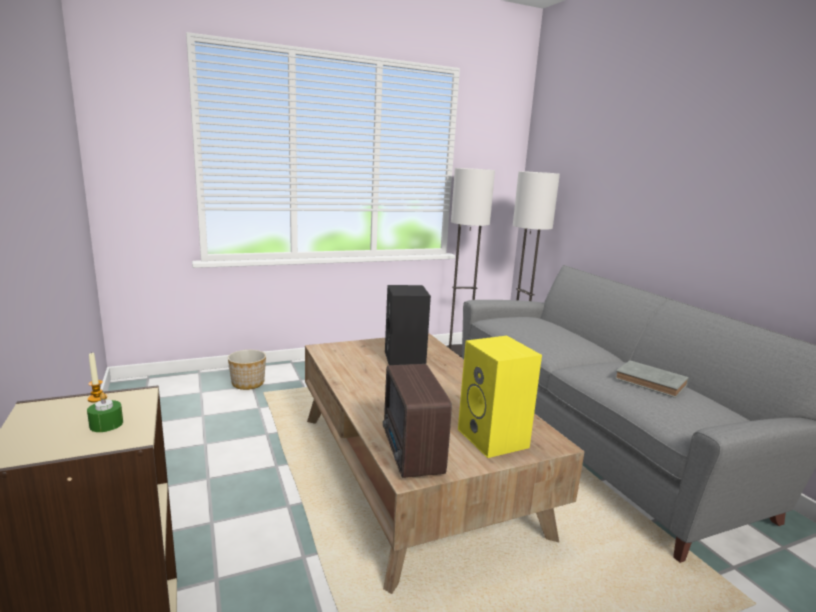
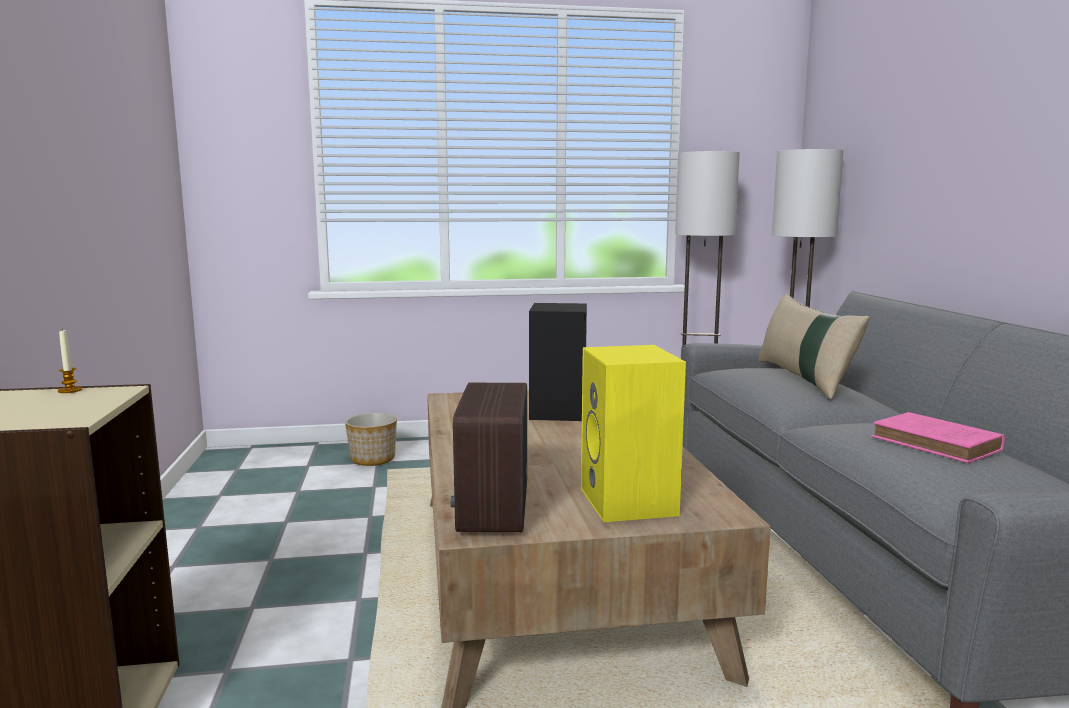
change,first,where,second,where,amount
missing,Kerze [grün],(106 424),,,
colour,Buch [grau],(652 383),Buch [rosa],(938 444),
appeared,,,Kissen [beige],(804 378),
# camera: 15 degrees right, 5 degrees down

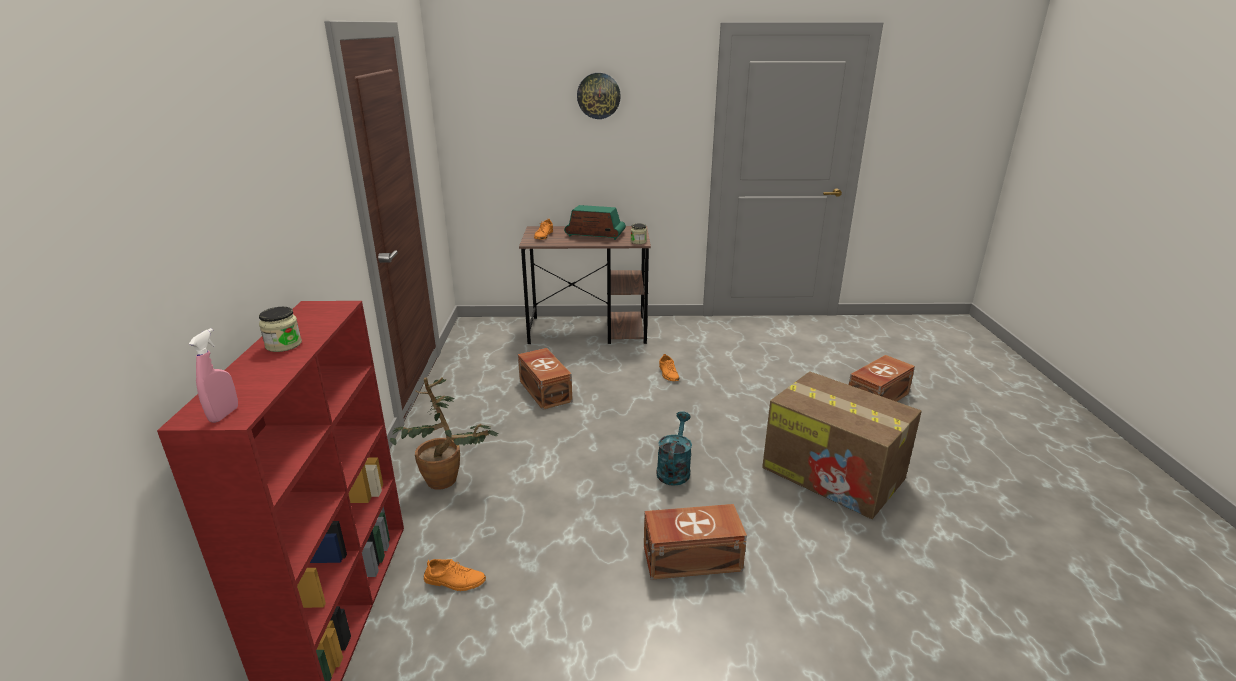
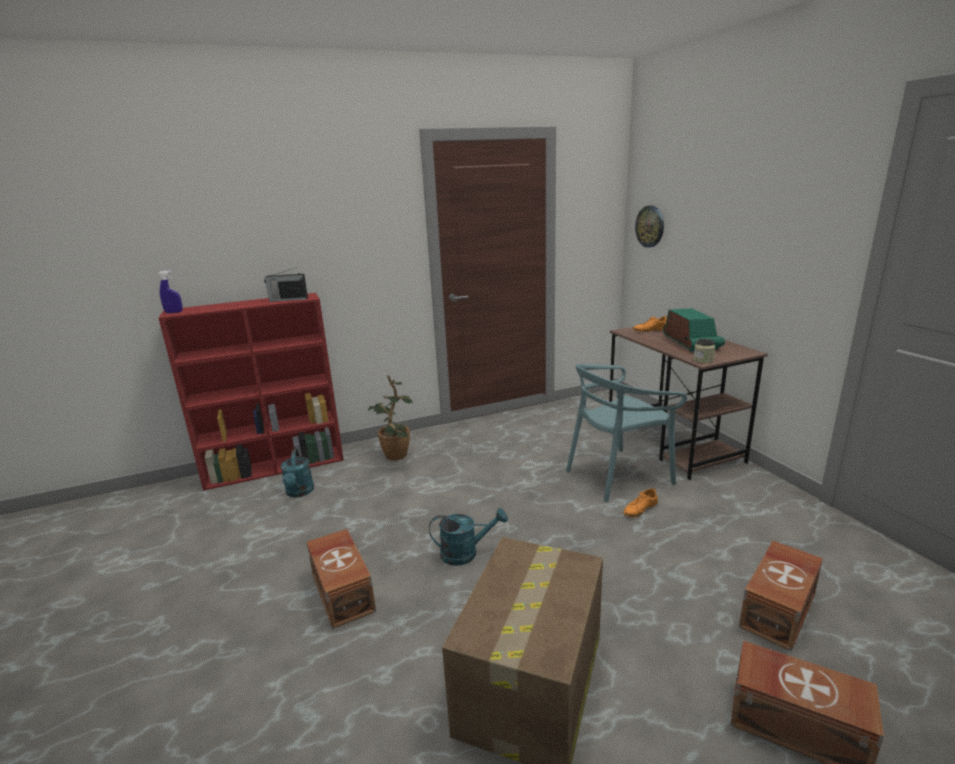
change,first,where,second,where,amount
colour,Sprühflasche [rosa],(224 414),Sprühflasche [blau],(174 312),
missing,Vorratsglas,(283 345),,,
exchanged,Schuh [orange],(454 581),Gießkanne [türkis],(299 492),
relocated,Aufbewahrungsbox [braun],(545 390),,(779 610),
relocated,Wanduhr,(598 96),,(650 226),
appeared,,,Radio,(288 300),
appeared,,,Stuhl [türkis],(618 475),
# camera: 70 degrees right, 5 degrees down

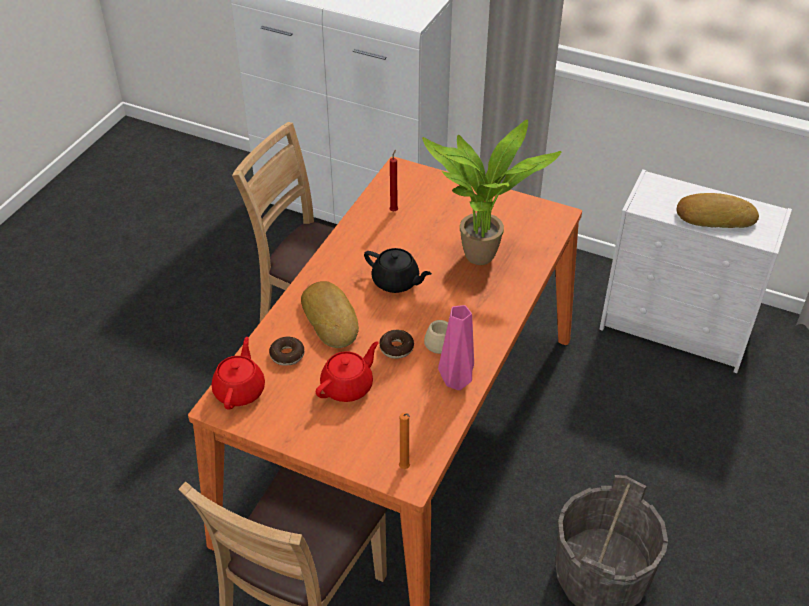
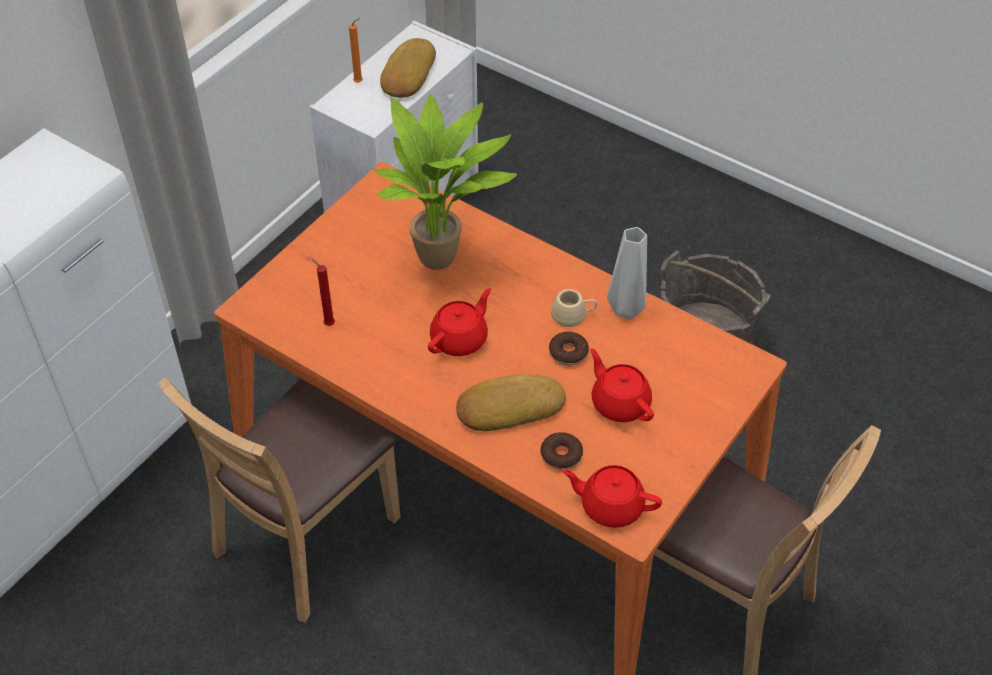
change,first,where,second,where,amount
colour,Teekanne [schwarz],(396 282),Teekanne [rot],(460 339),
relocated,Kerze [orange],(405 468),,(359 82),
colour,Vase [rosa],(458 382),Vase [grau],(627 309),
# camera: 80 degrees left, 5 degrees up

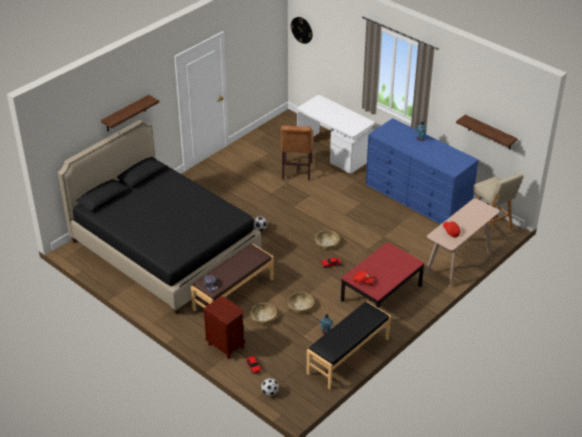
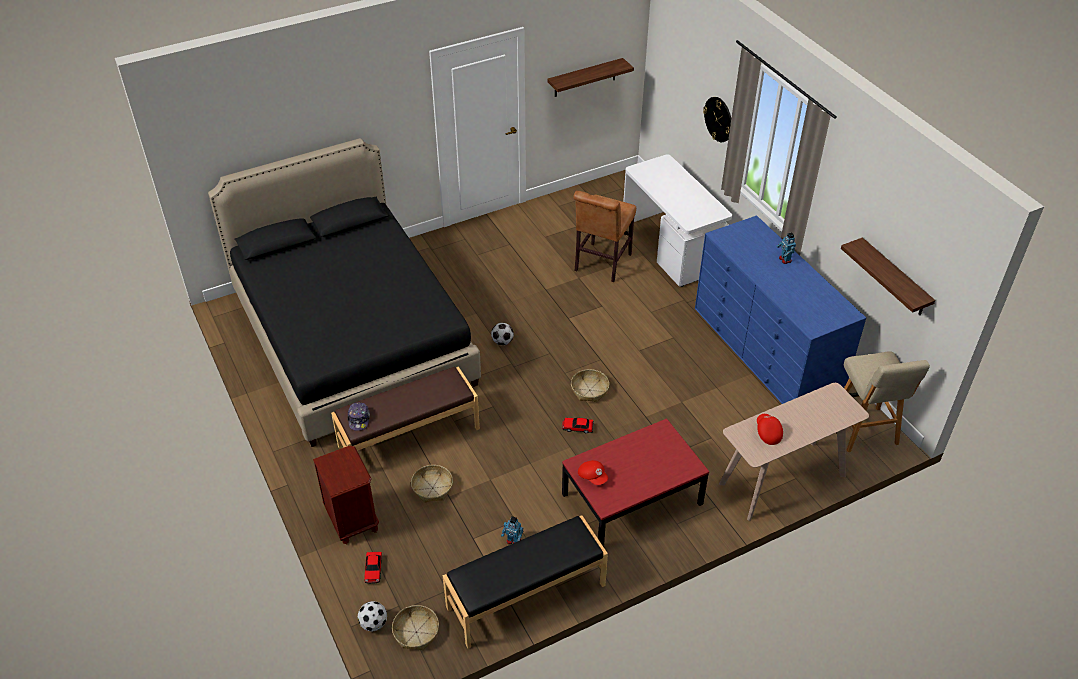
change,first,where,second,where,amount
relocated,Wandregal,(125 114),,(585 78),
relocated,Korb,(300 306),,(416 632),
relocated,Wanduhr,(302 30),,(718 119),
# camera: 20 degrees right, 5 degrees up

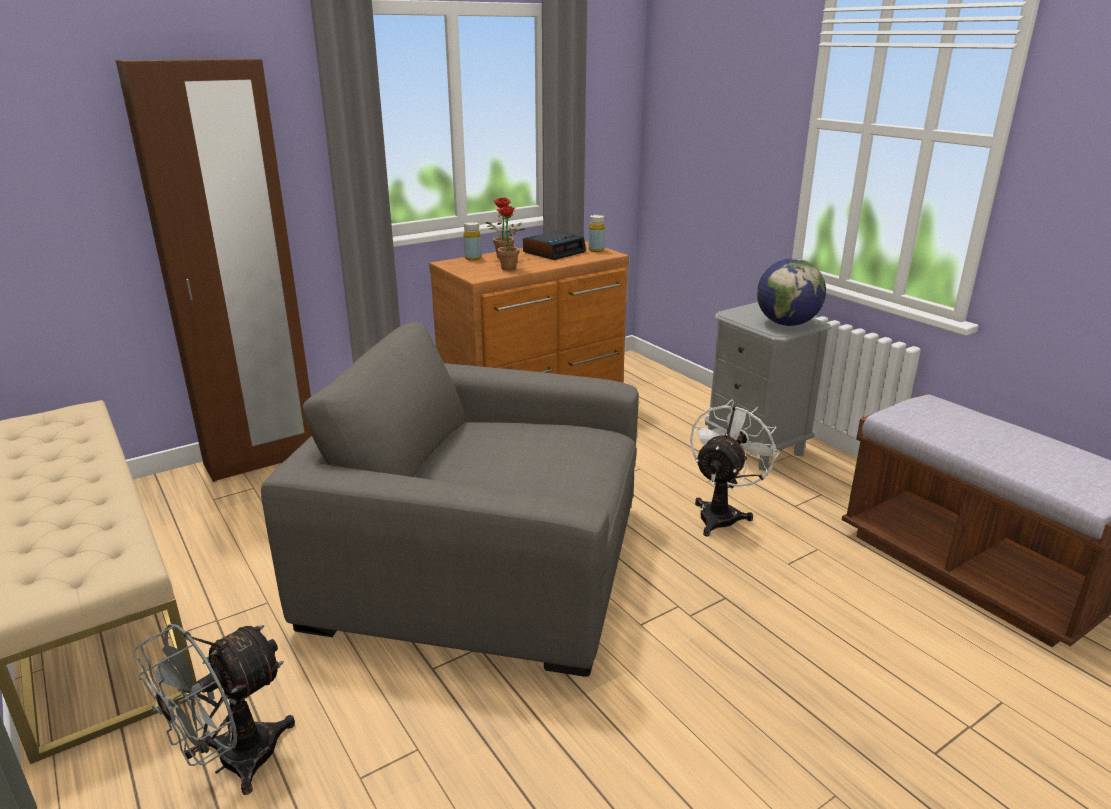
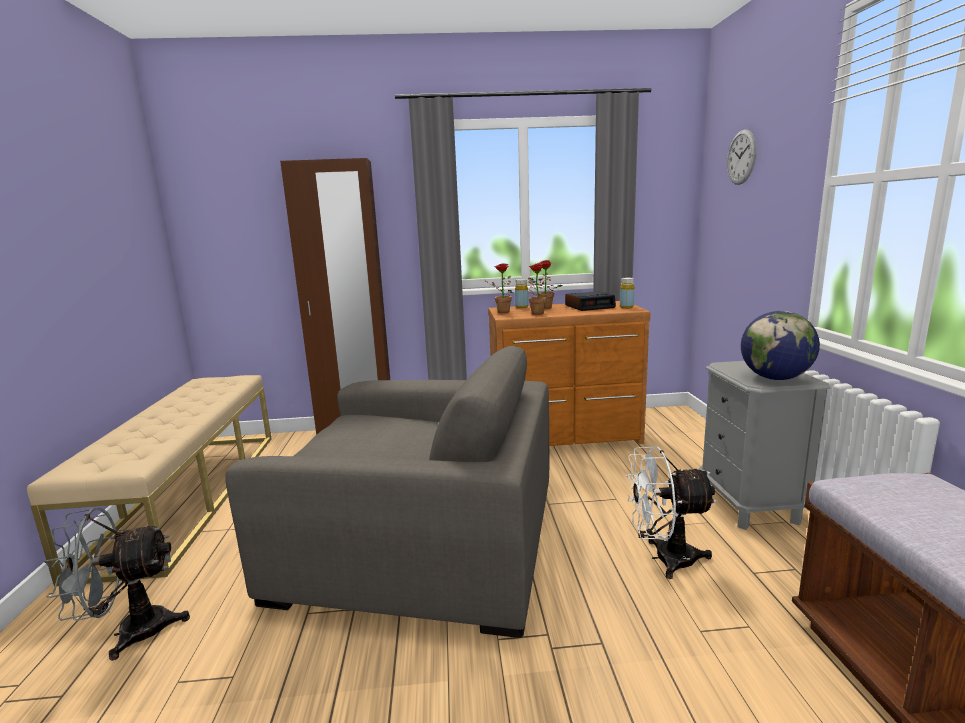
change,first,where,second,where,amount
spun,Sessel [grau],(482 563),,(420 541),150 degrees clockwise
spun,Ventilator [weiß],(722 513),,(664 558),150 degrees counterclockwise
appeared,,,Topfpflanze,(500 312),
appeared,,,Wanduhr,(741 157),
# camera: 30 degrees right, 10 degrees down

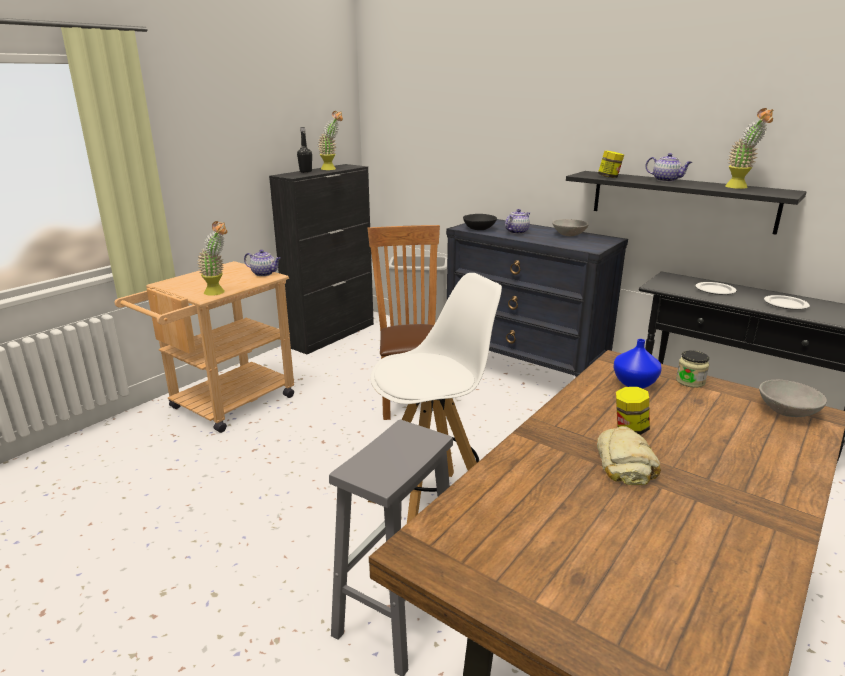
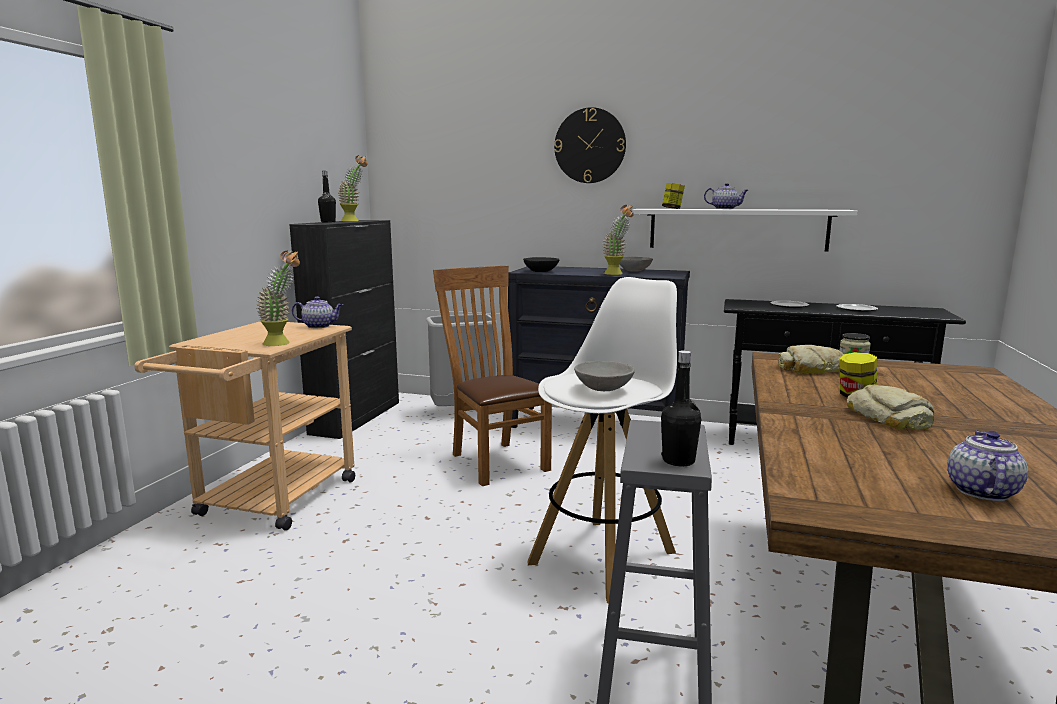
change,first,where,second,where,amount
relocated,Teekanne,(517 232),,(981 491),
colour,Wandregal [schwarz],(681 201),Wandregal [weiß],(737 229),
exchanged,Vase [blau],(635 383),Brot,(811 369),
relocated,Topfpflanze,(740 187),,(617 274),
relocated,Schüssel [grau],(787 411),,(603 388),
appeared,,,Wanduhr,(590 146),
appeared,,,Flasche [schwarz],(678 461),
# camera: 20 degrees left, 10 degrees down

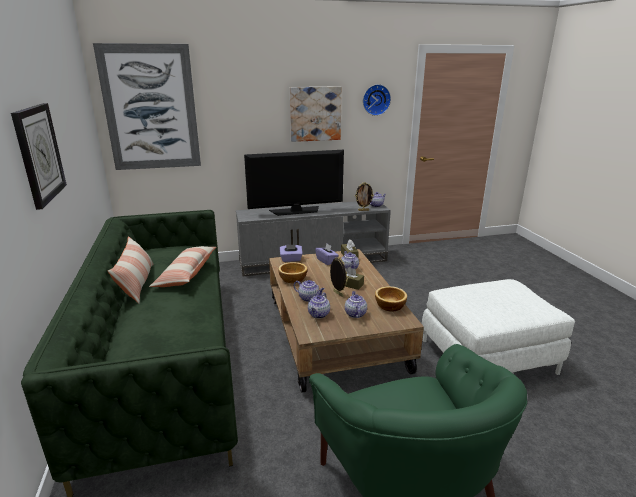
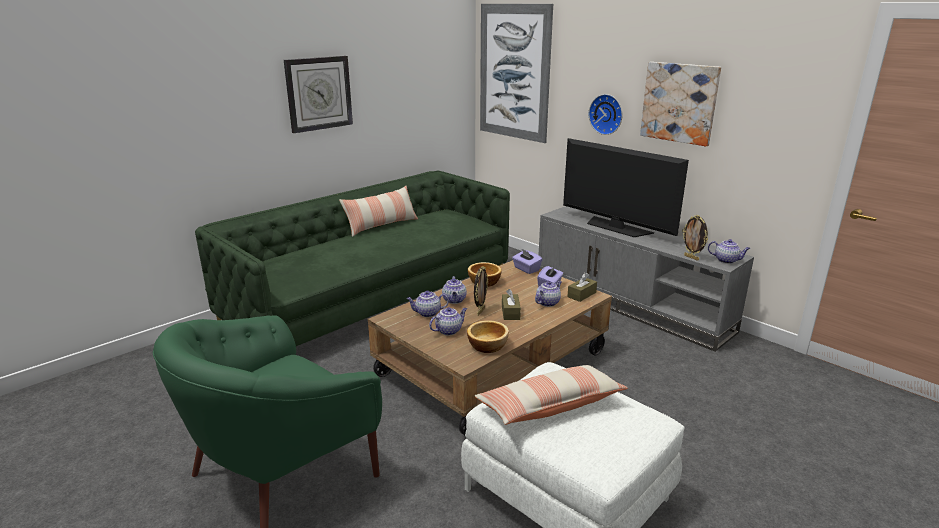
change,first,where,second,where,amount
relocated,Kissen,(186 274),,(549 406),
relocated,Wanduhr,(376 99),,(607 114),
# camera: 60 degrees right, 0 degrees up

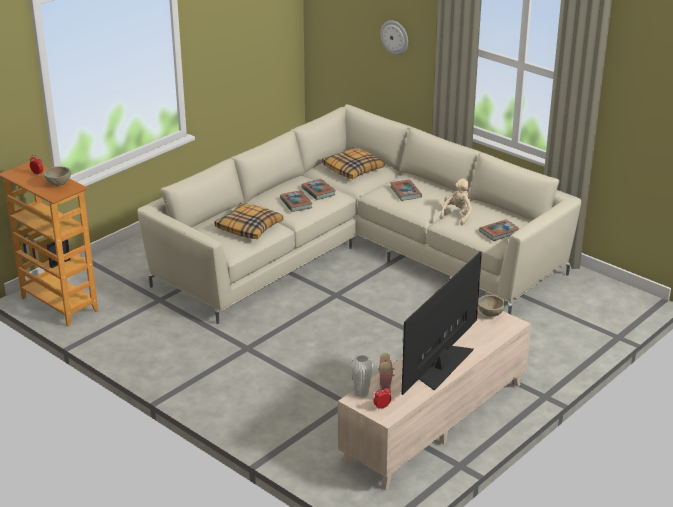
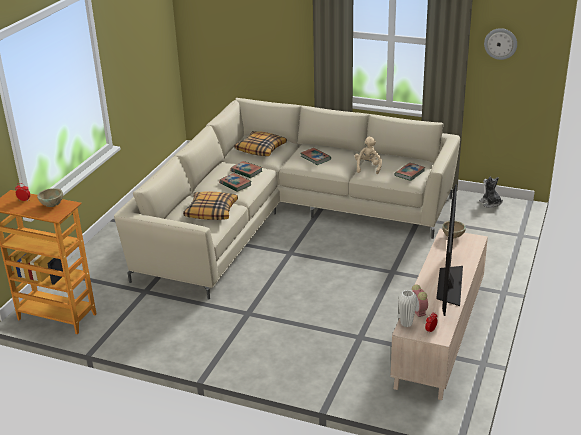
change,first,where,second,where,amount
relocated,Wanduhr,(395 37),,(500 43),
appeared,,,Plüschtier,(490 203),
# camera: 20 degrees left, 0 degrees up

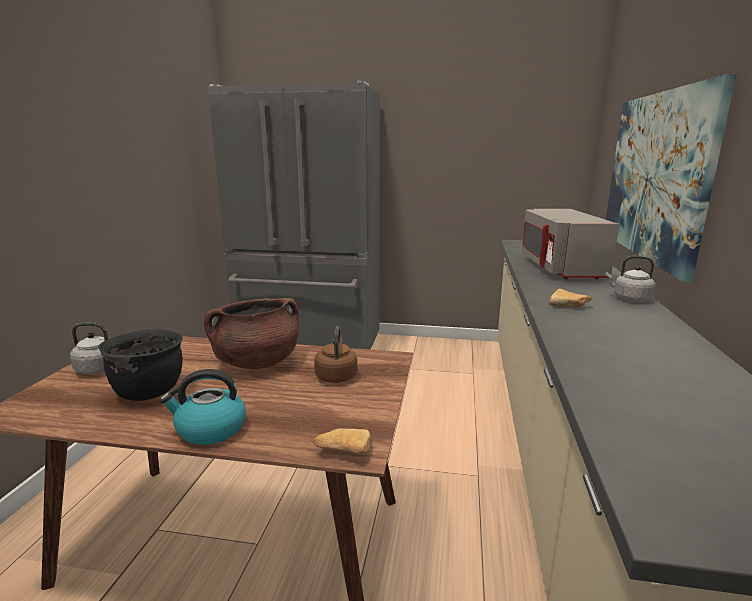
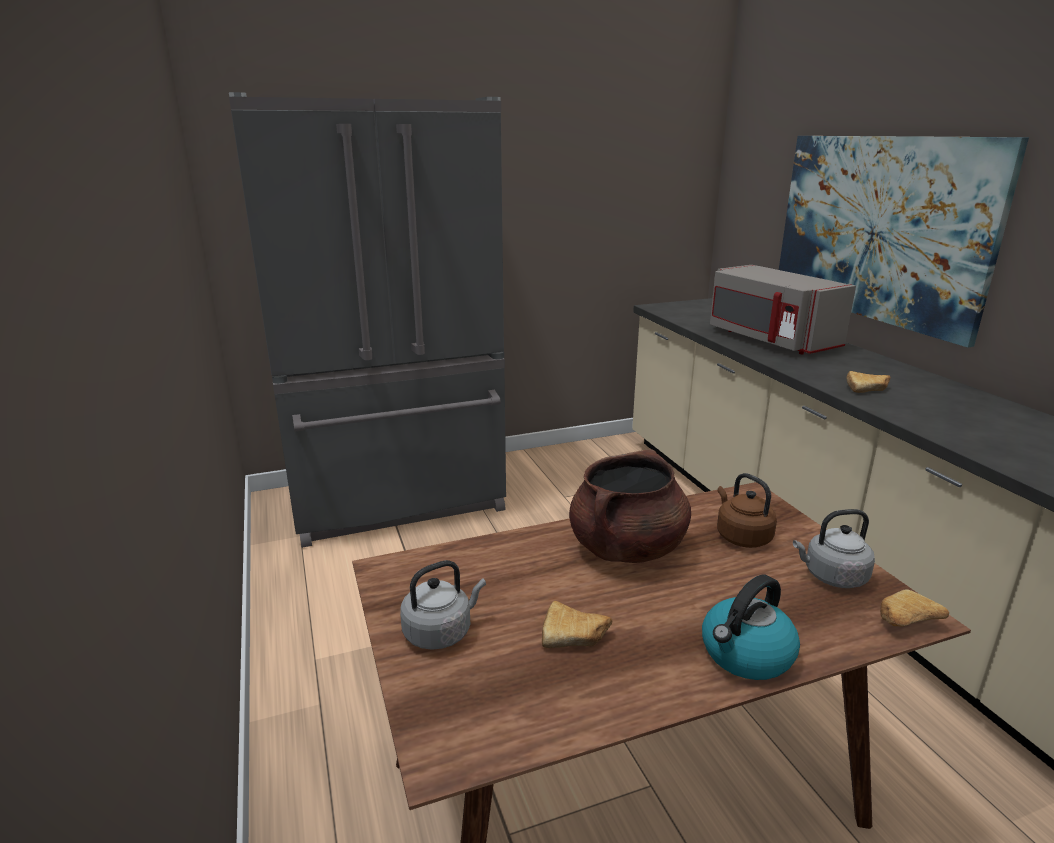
change,first,where,second,where,amount
exchanged,Kochtopf [schwarz],(149 391),Brot,(576 637),
relocated,Wasserkessel [grau],(629 299),,(832 576),
# camera: 30 degrees left, 5 degrees up

